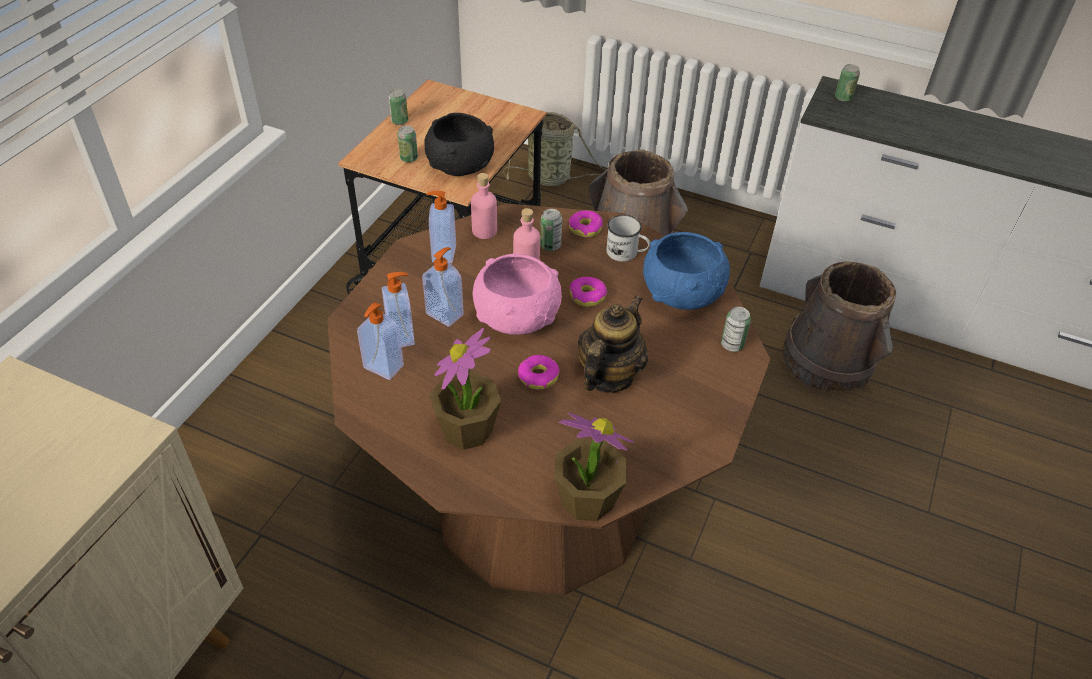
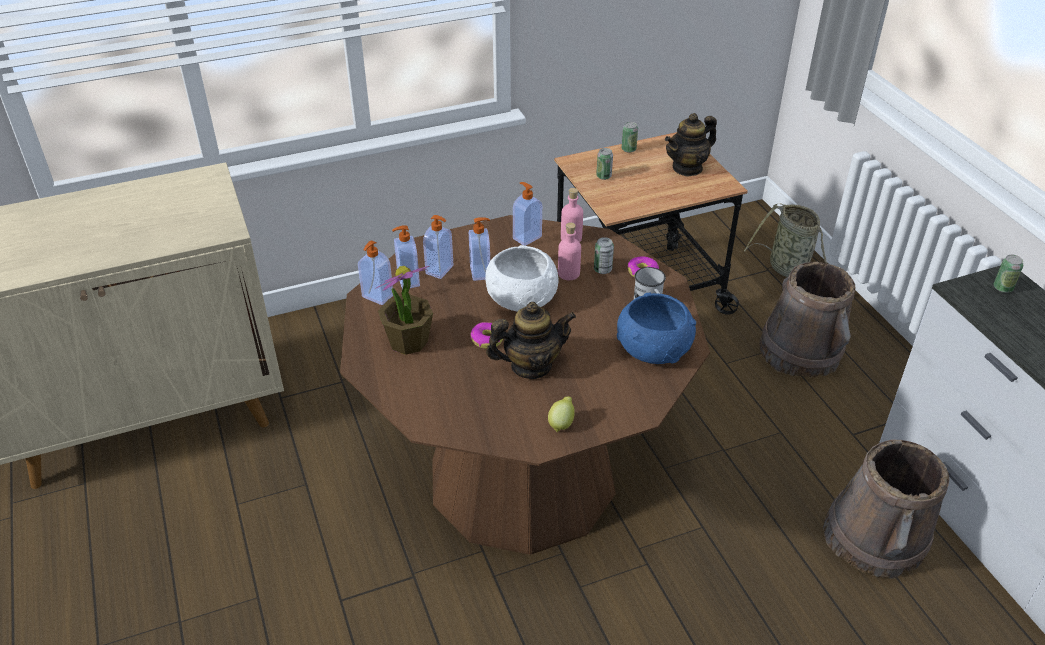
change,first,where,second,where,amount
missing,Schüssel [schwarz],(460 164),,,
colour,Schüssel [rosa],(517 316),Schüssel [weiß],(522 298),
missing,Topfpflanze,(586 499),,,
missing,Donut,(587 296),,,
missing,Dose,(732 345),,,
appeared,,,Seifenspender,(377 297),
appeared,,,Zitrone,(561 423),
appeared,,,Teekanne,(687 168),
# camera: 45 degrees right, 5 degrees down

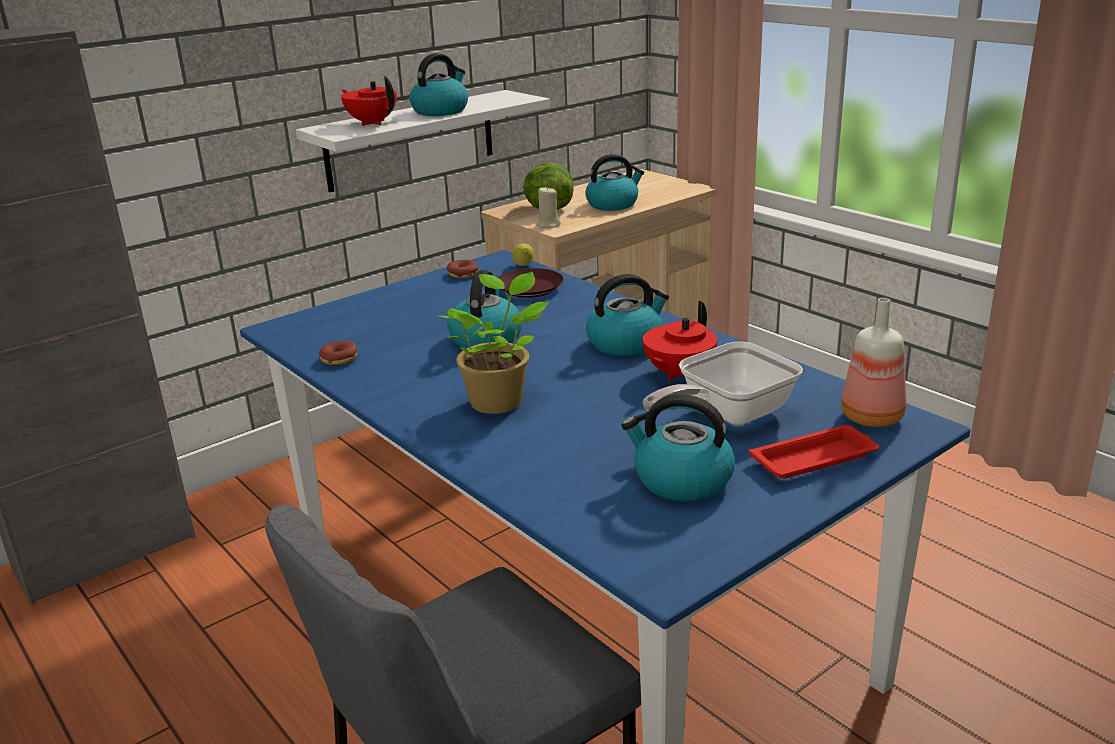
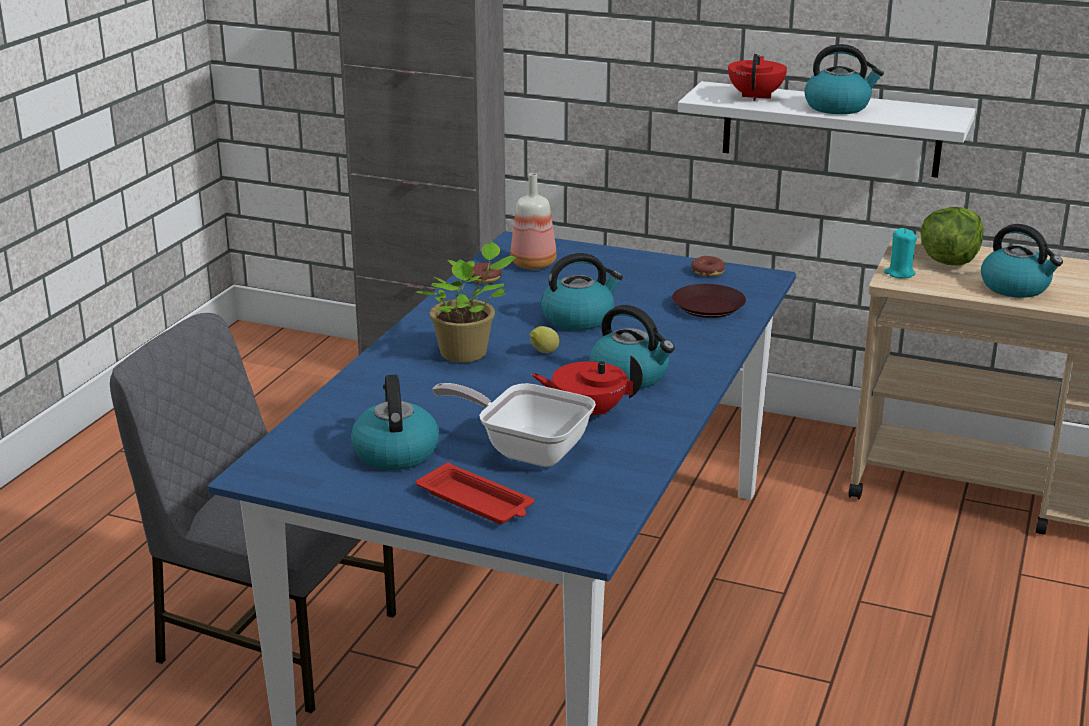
change,first,where,second,where,amount
relocated,Zitrone,(524 266),,(543 353),
colour,Kerze [beige],(548 225),Kerze [türkis],(899 273),
relocated,Flasche,(872 417),,(535 264),
# camera: 60 degrees right, 0 degrees up

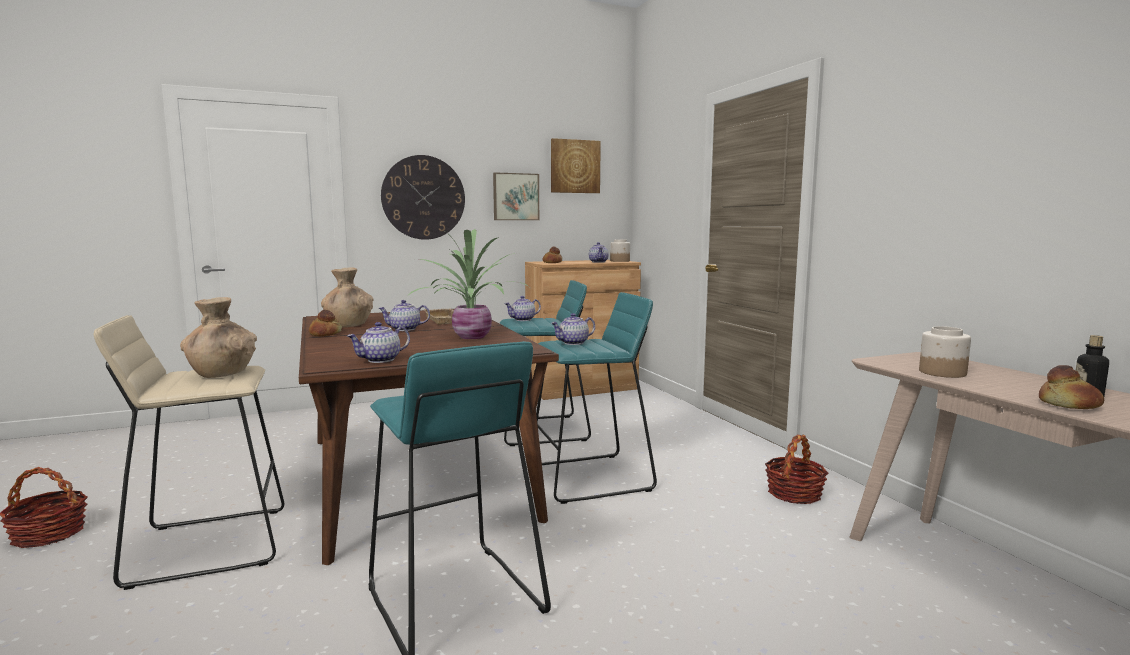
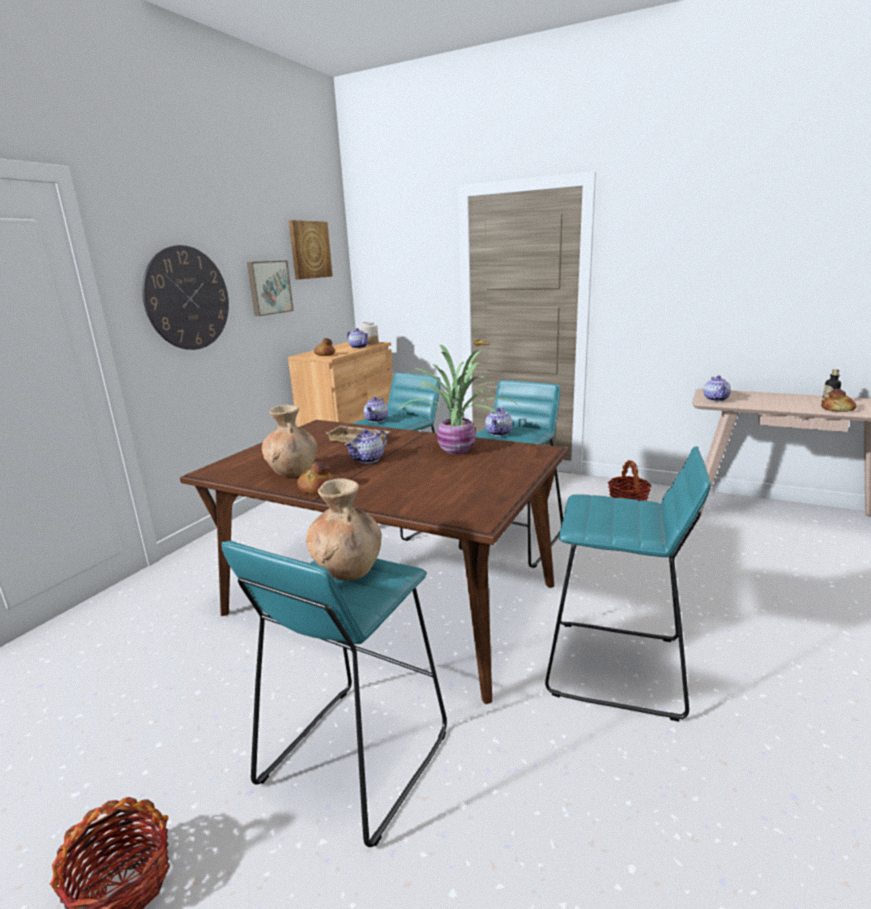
change,first,where,second,where,amount
colour,Hocker [beige],(208 545),Hocker [türkis],(353 758),
relocated,Teekanne,(380 360),,(716 399),
missing,Vorratsglas,(942 373),,,
# camera: 40 degrees left, 10 degrees up

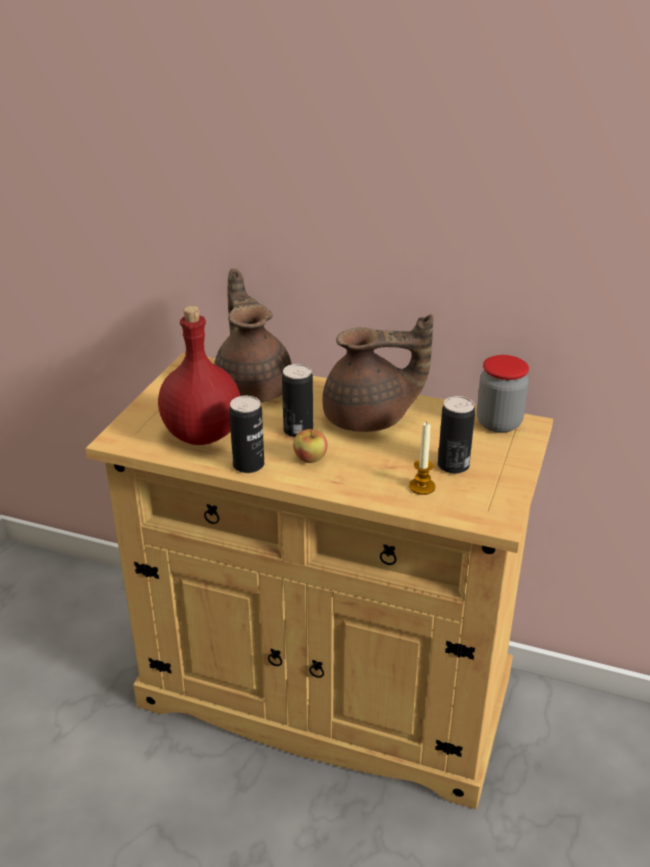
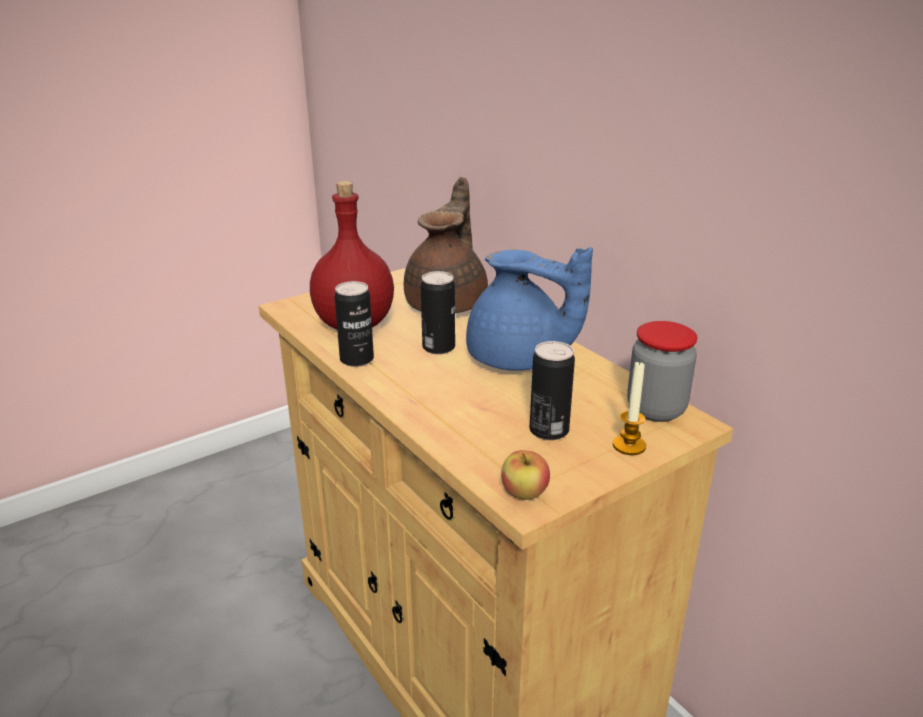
change,first,where,second,where,amount
relocated,Apfel,(310 459),,(524 493),
colour,Teekanne [braun],(369 419),Teekanne [blau],(518 360),
relocated,Kerze,(422 487),,(629 446),
# camera: 35 degrees right, 5 degrees down

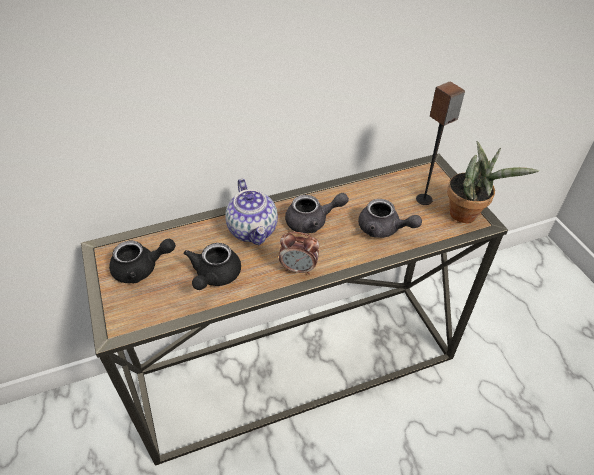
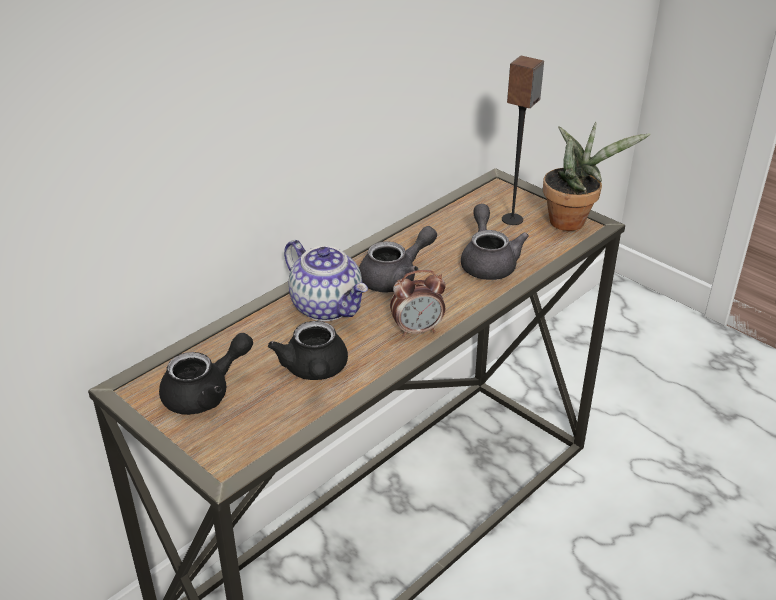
change,first,where,second,where,amount
spun,Teekanne [grau],(383 229),,(488 262),105 degrees counterclockwise
# camera: 25 degrees left, 10 degrees down

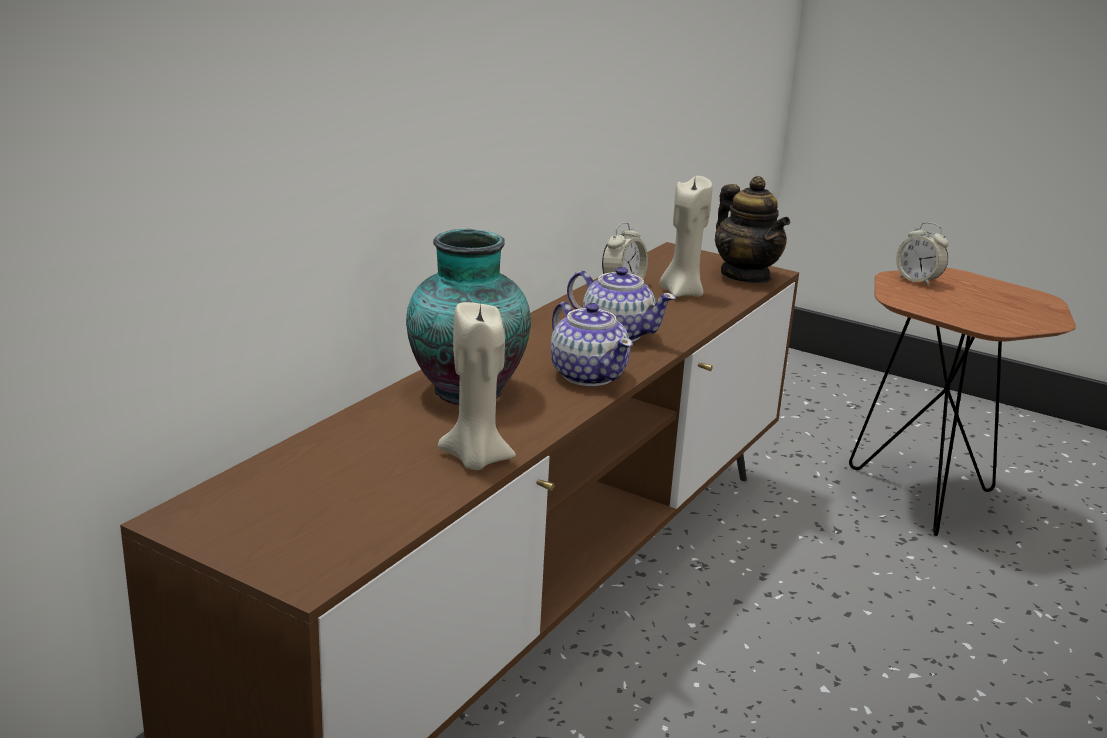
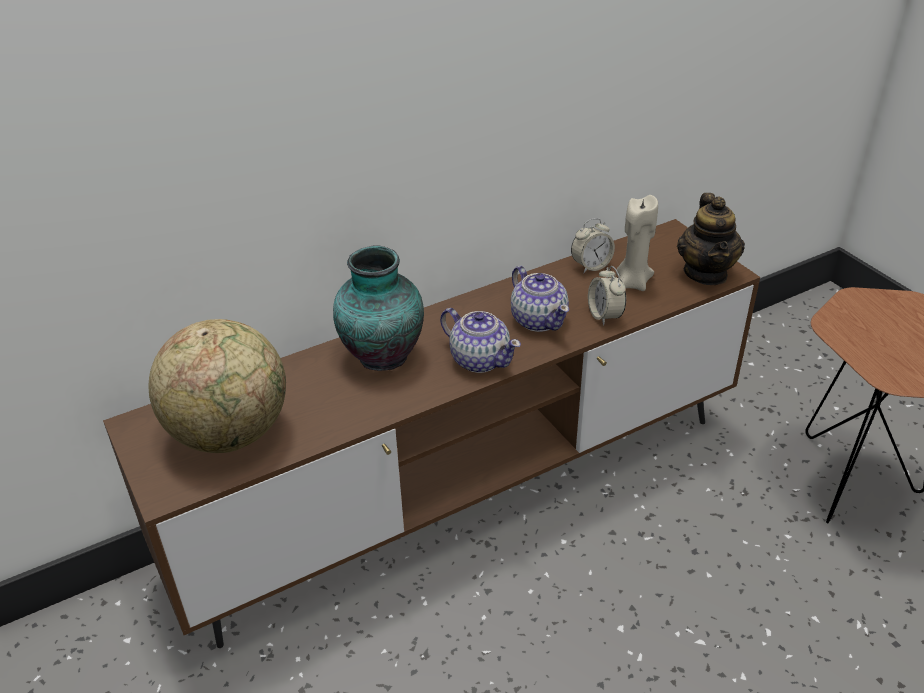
change,first,where,second,where,amount
missing,Kerze [beige],(475 460),,,
spun,Teekanne,(588 375),,(479 359),45 degrees counterclockwise
relocated,Wecker,(918 281),,(605 315),
appeared,,,Globus,(230 433),
# camera: 30 degrees right, 15 degrees up

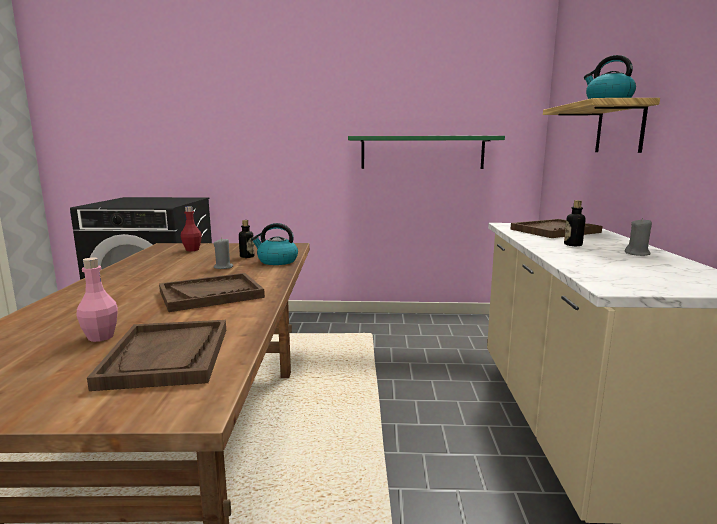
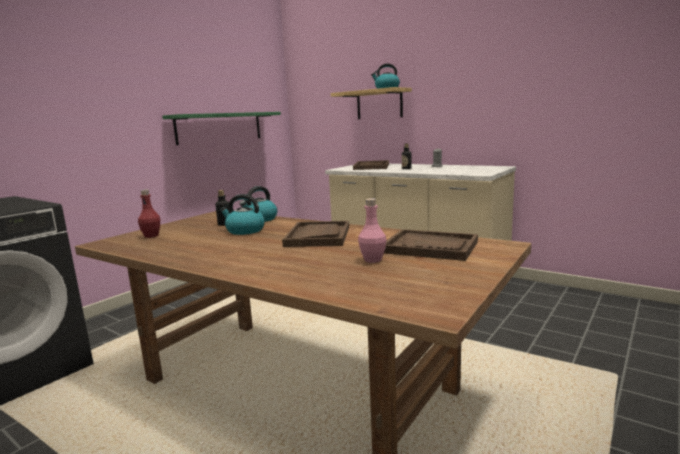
change,first,where,second,where,amount
exchanged,Kerze [grau],(223 267),Wasserkessel,(244 231),
# camera: 55 degrees left, 0 degrees up

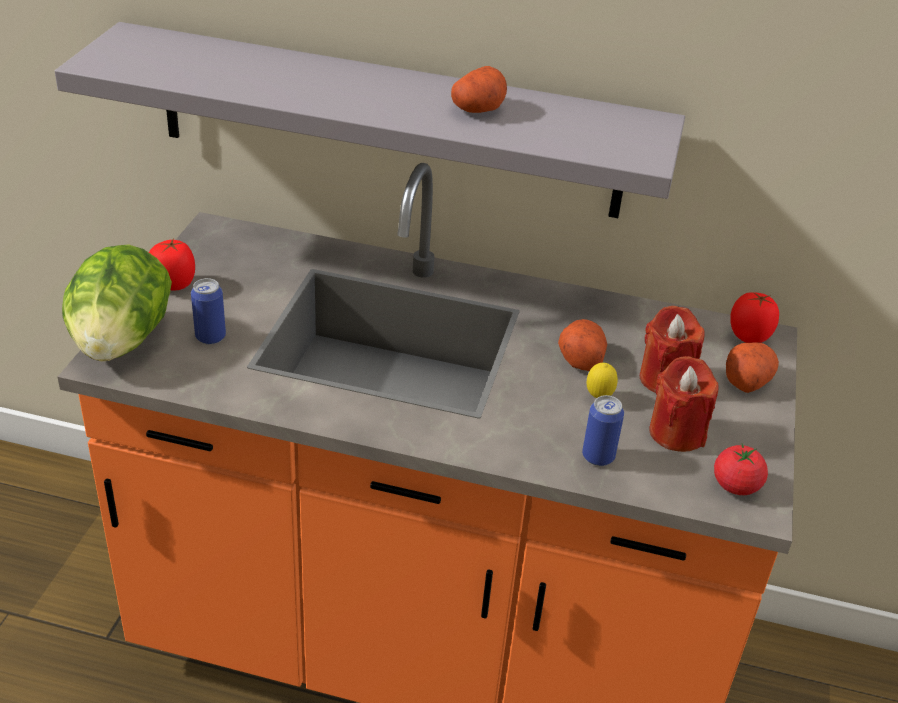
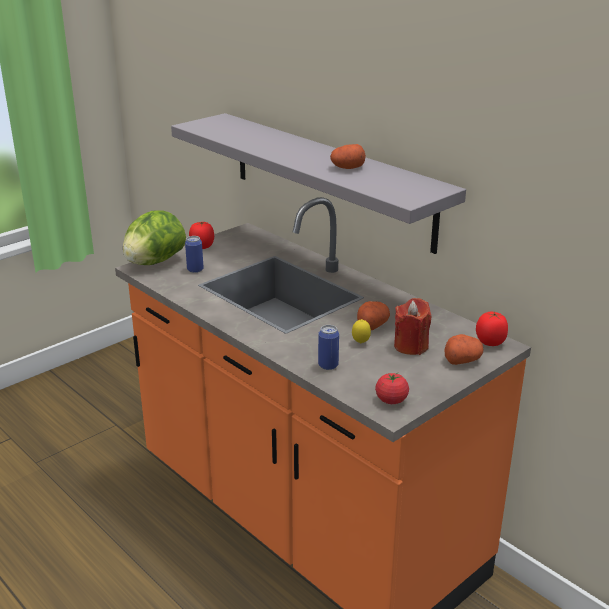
change,first,where,second,where,amount
missing,Kerze [rot],(677 432),,,
# camera: 35 degrees right, 10 degrees down

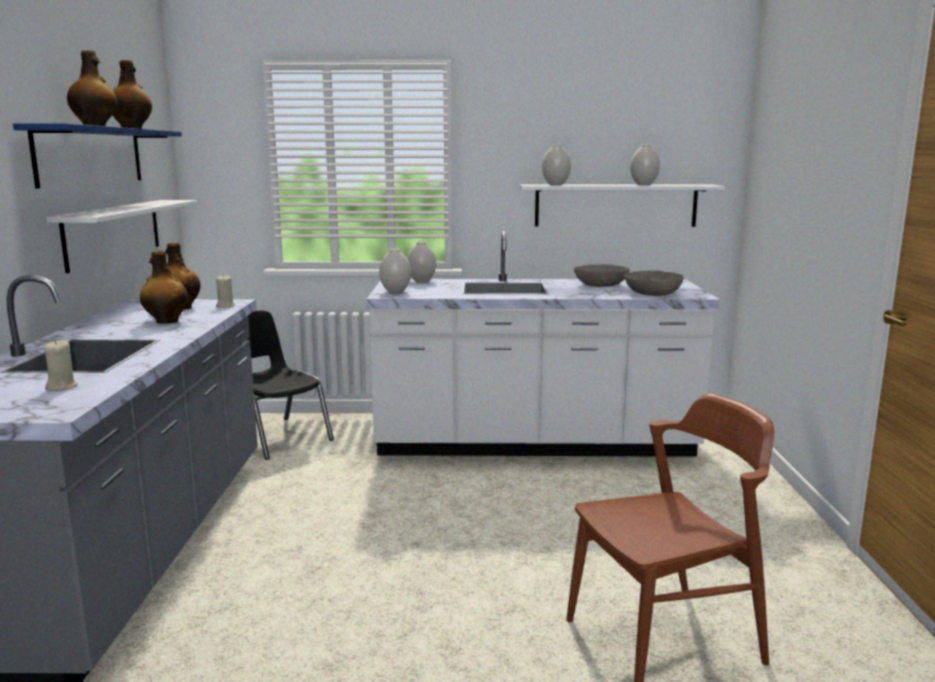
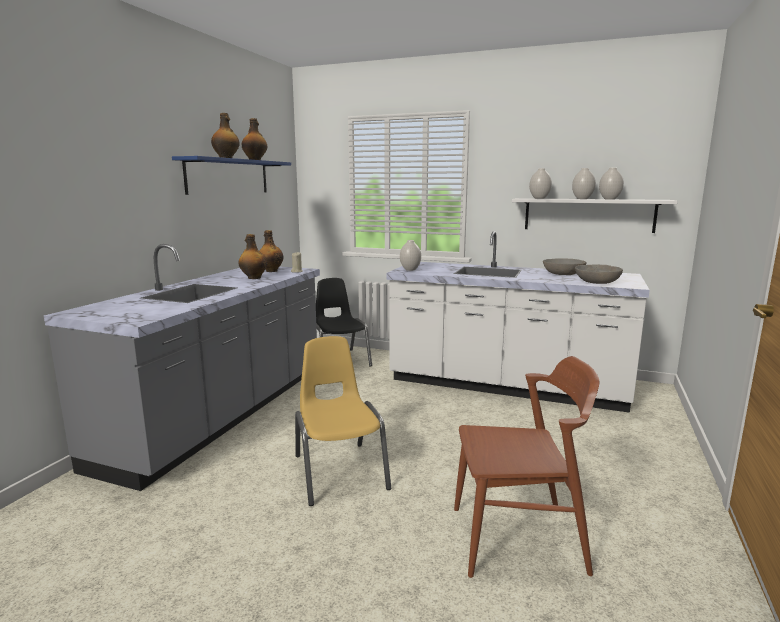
change,first,where,second,where,amount
missing,Kerze [beige],(61 387),,,
missing,Wandregal [weiß],(114 232),,,
relocated,Vase [weiß],(422 281),,(582 199),
appeared,,,Stuhl [gelb],(339 472),
# camera: 20 degrees right, 0 degrees up

